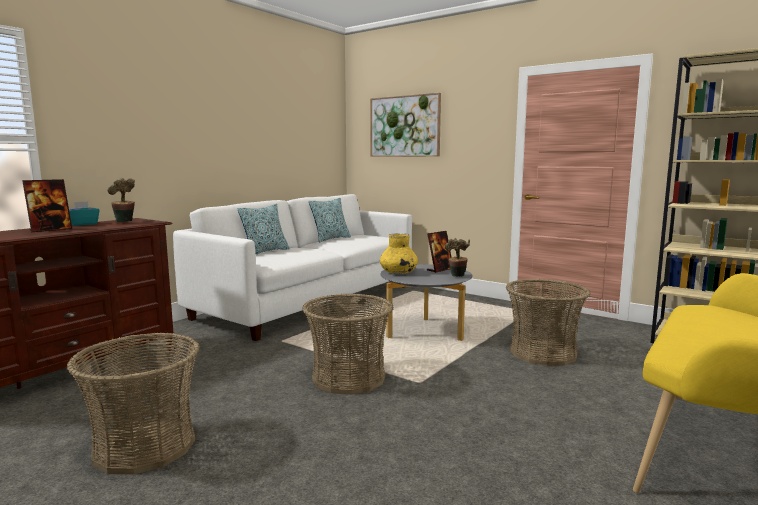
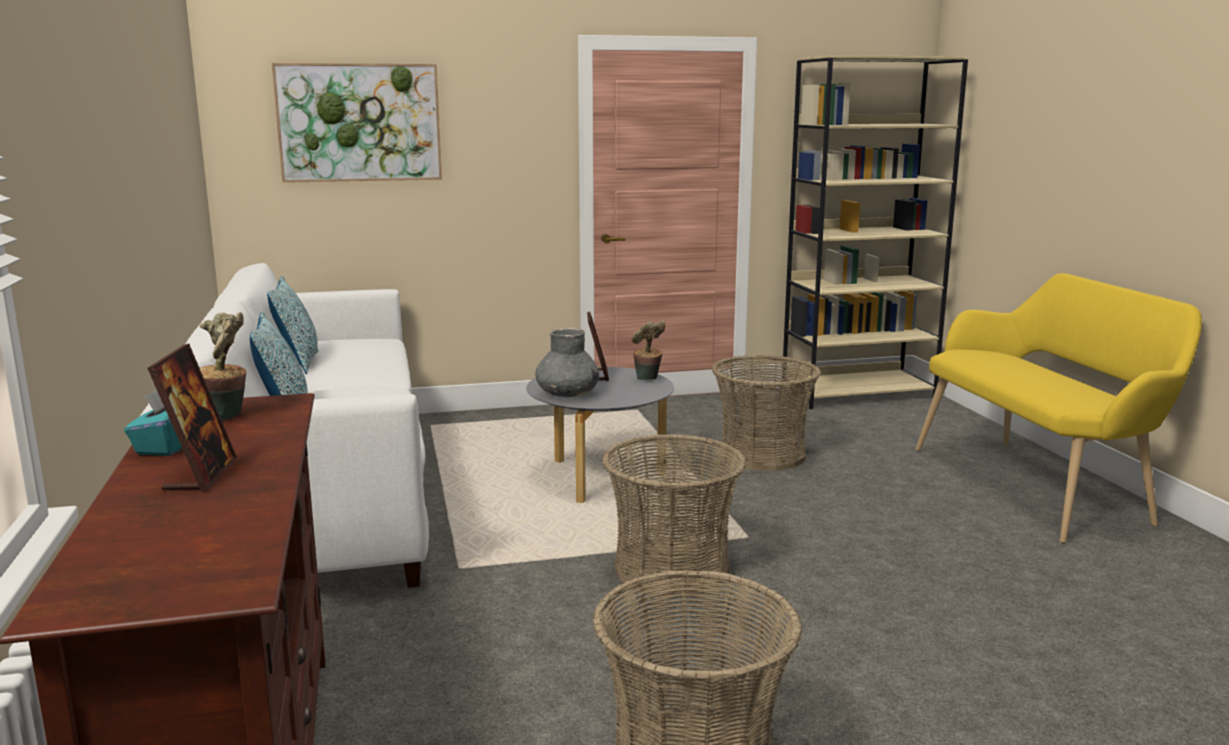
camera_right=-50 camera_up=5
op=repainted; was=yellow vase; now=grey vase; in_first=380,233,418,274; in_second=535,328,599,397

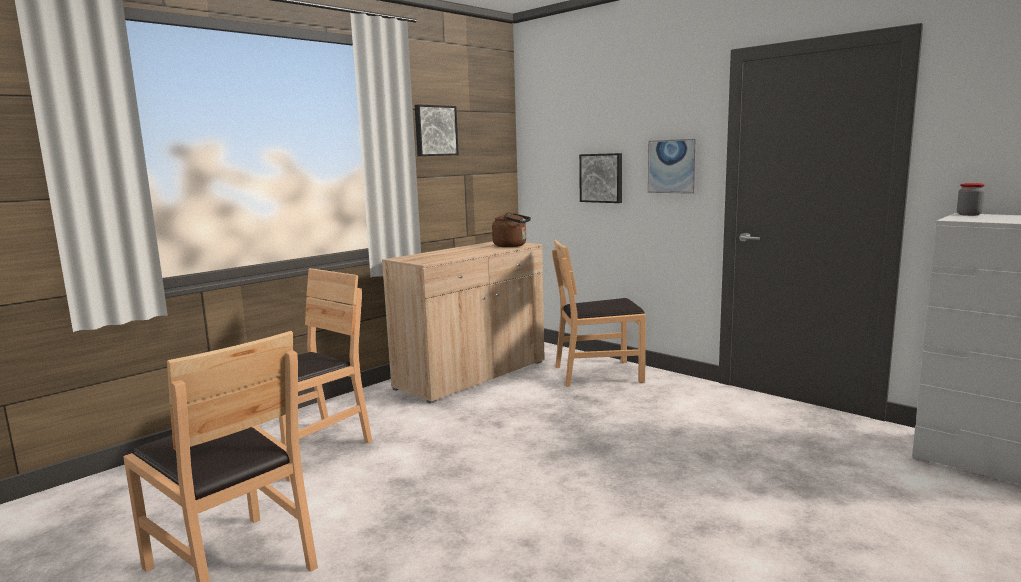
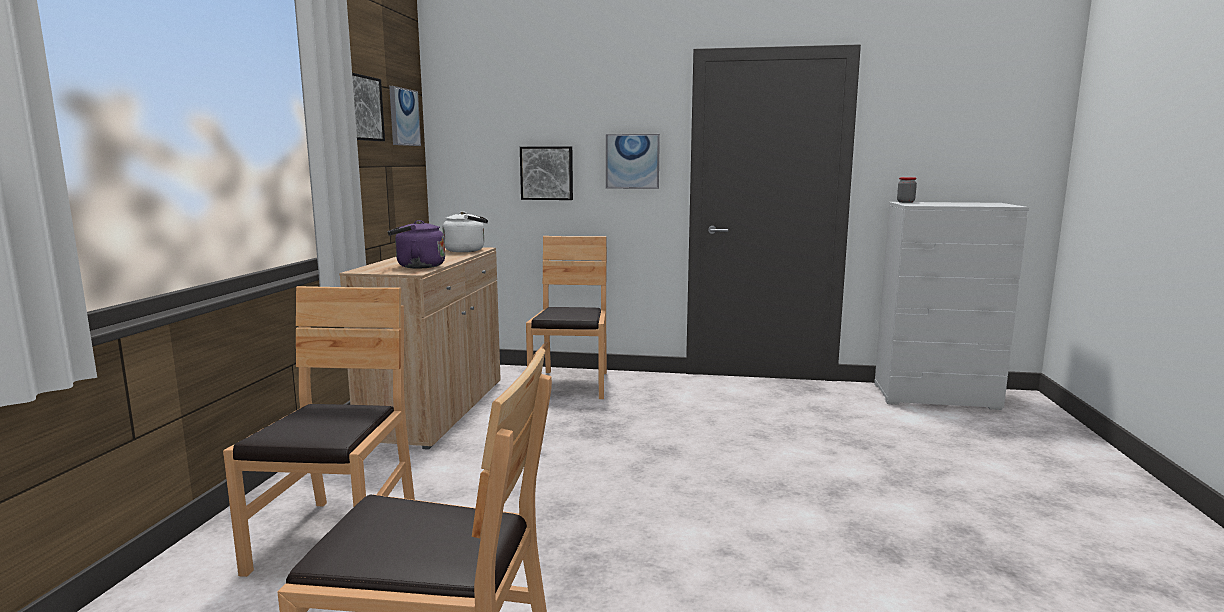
camera_right=-35 camera_up=0
op=new; now=purple kettle; in_second=388,220,445,269
op=new; now=picture; in_second=389,86,421,146
op=repainted; was=brown kettle; now=white kettle; in_first=492,213,531,247; in_second=443,211,488,252
op=rotated; was=brown chair; in_first=552,239,646,387; in_second=526,236,607,399; clockwise=135

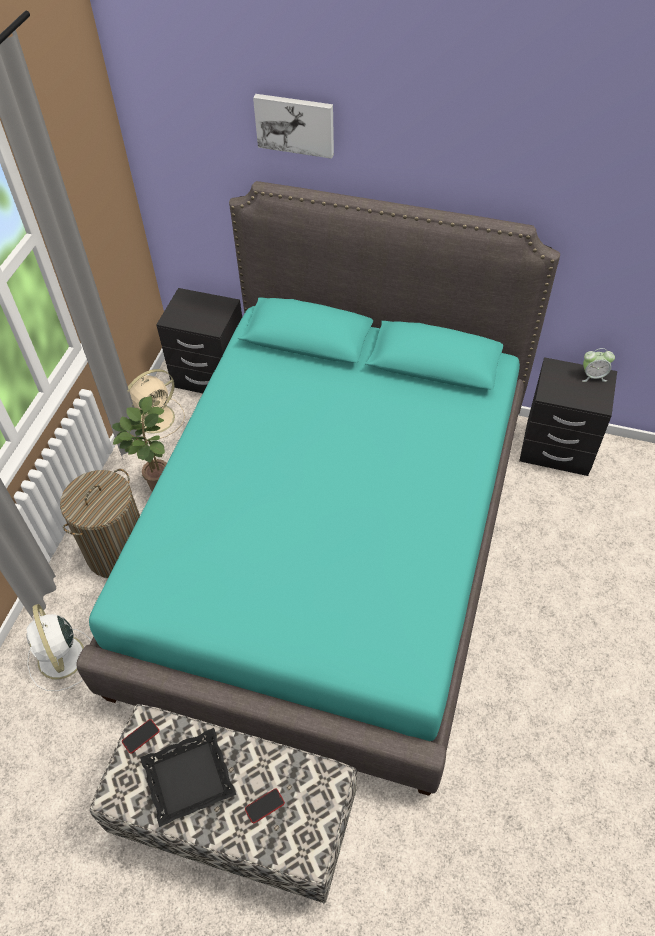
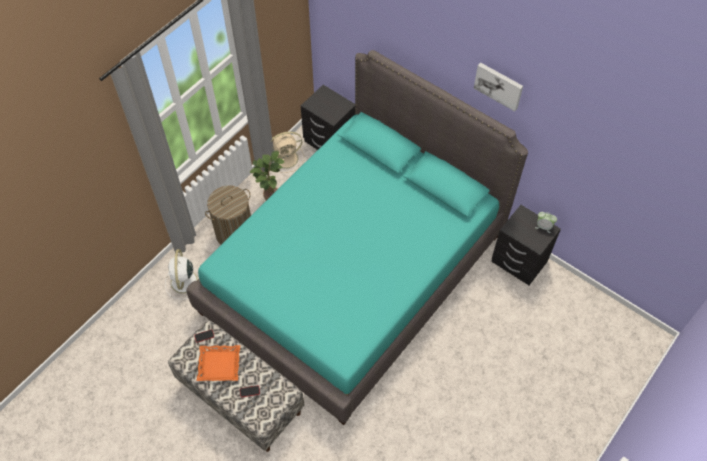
camera_right=20 camera_up=5
op=repainted; was=black tray; now=orange tray; in_first=140,728,236,827; in_second=197,345,240,381
op=shifted; was=picture; in_first=253,94,334,159; in_second=474,62,523,111

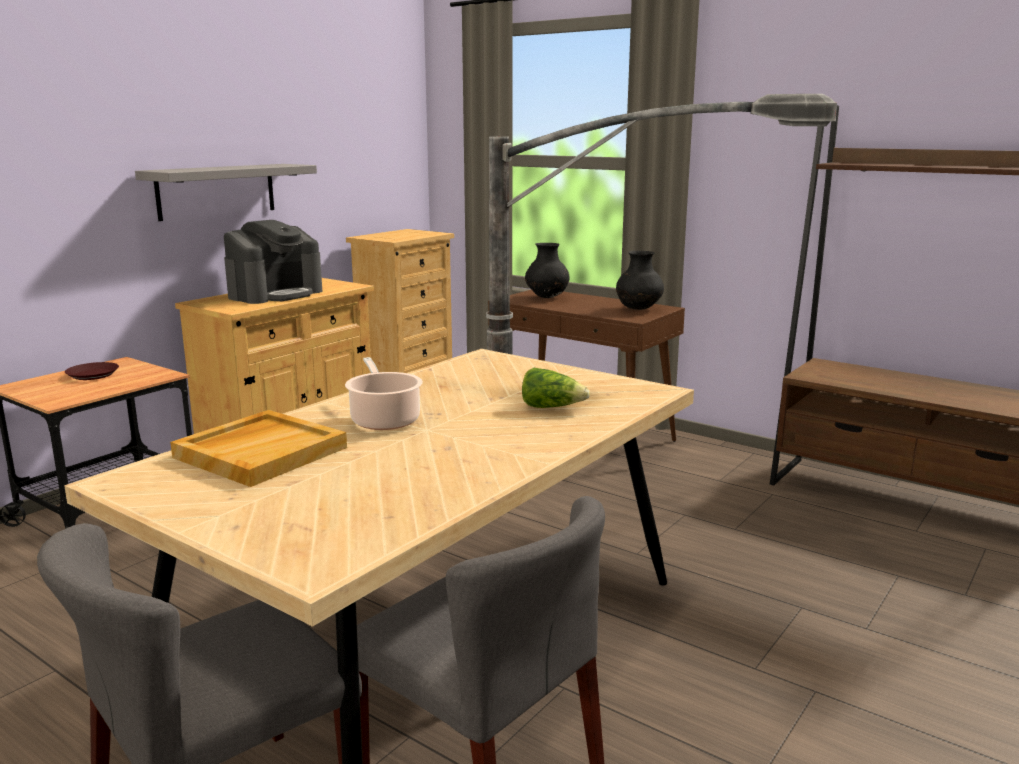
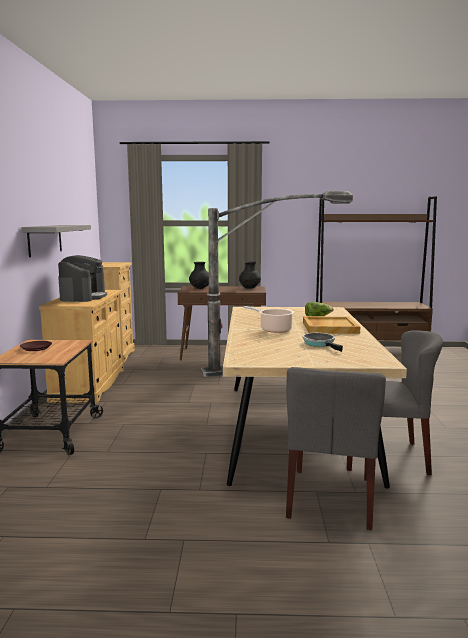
camera_right=-35 camera_up=-5
op=shifted; was=beige tray; in_first=170,410,347,487; in_second=303,316,360,334
op=new; now=frying pan; in_second=303,333,343,352

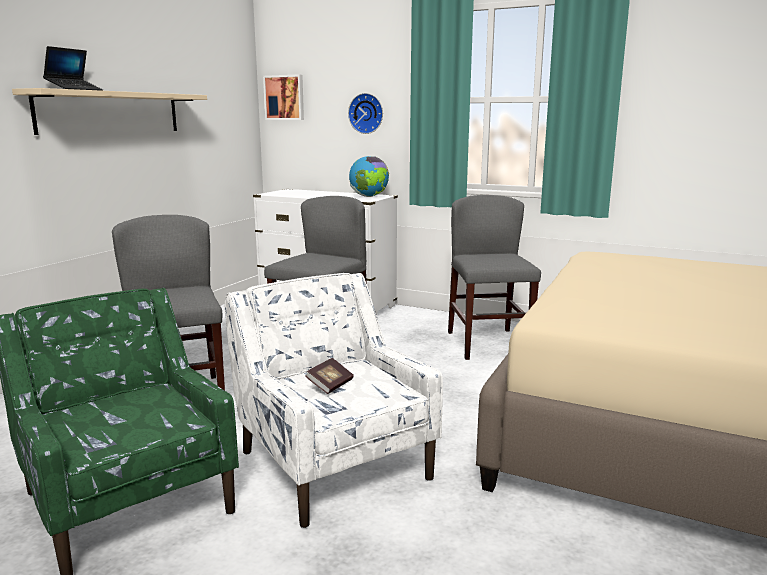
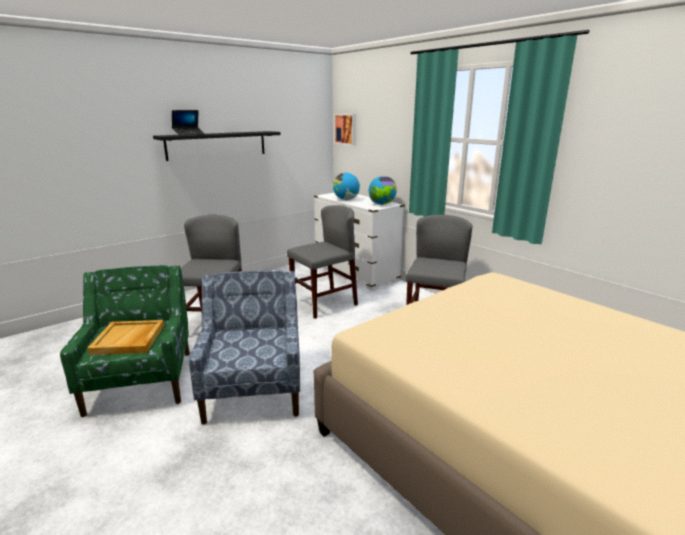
camera_right=25 camera_up=5
op=new; now=beige tray; in_second=87,320,164,355
op=repainted; was=beige shelf; now=black shelf; in_first=12,88,207,135; in_second=153,131,281,161
op=repainted; was=white armchair; now=blue armchair; in_first=225,273,443,528; in_second=189,270,300,425
op=new; now=globe; in_second=333,172,360,200
op=gone; was=book; in_first=305,358,354,394
op=gone; was=wall clock; in_first=348,93,383,134

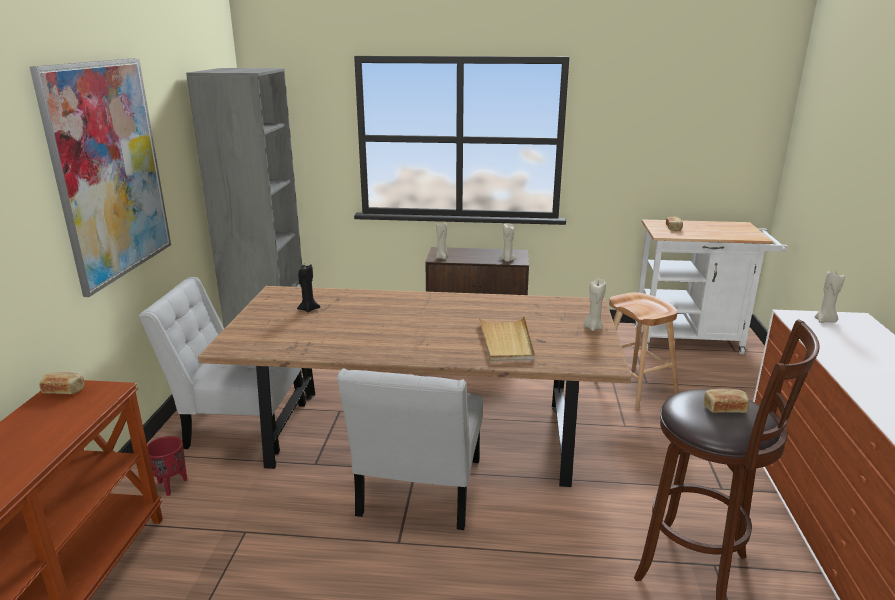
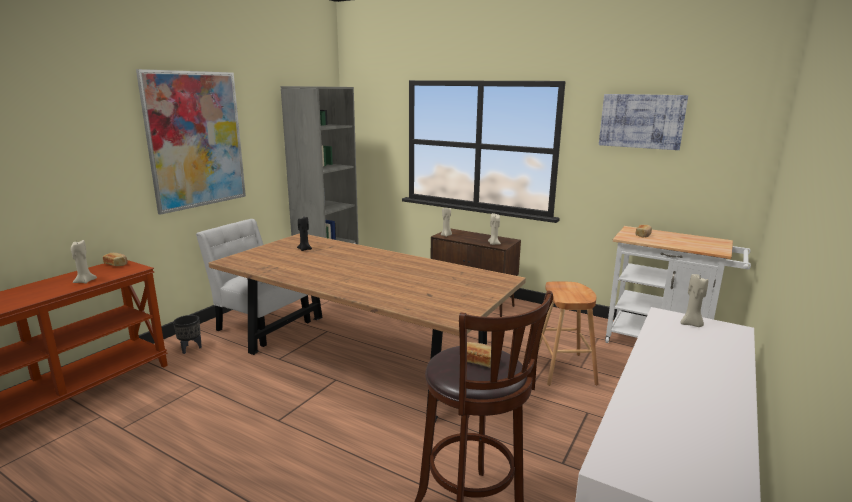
camera_right=25 camera_up=-5
op=shifted; was=beige candle; in_first=583,279,606,331; in_second=71,240,97,284
op=repainted; was=red planter; now=black planter; in_first=147,436,187,496; in_second=173,315,202,354
op=new; now=picture; in_second=599,94,688,150
op=gone; was=white chair; in_first=337,369,483,530
op=gone; was=beige tray; in_first=478,315,535,361

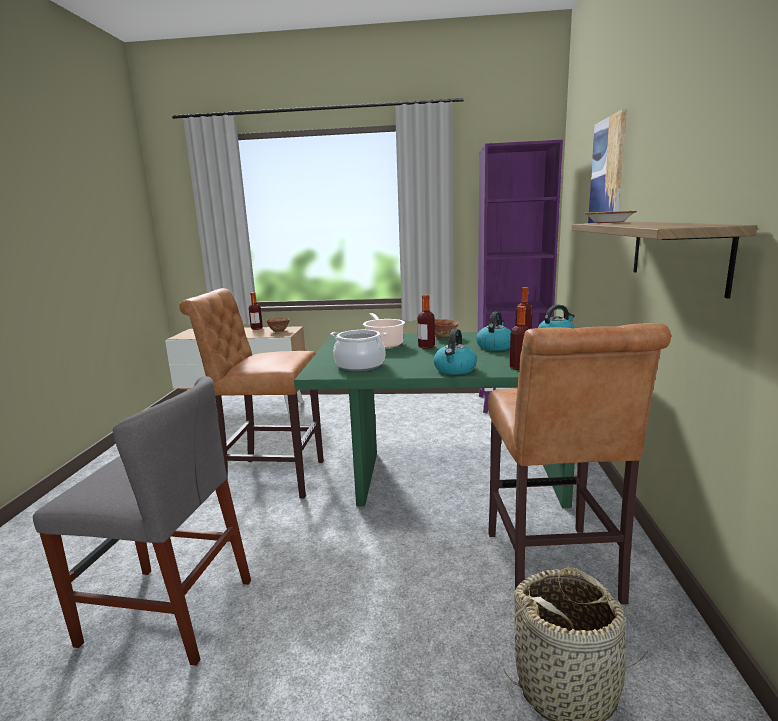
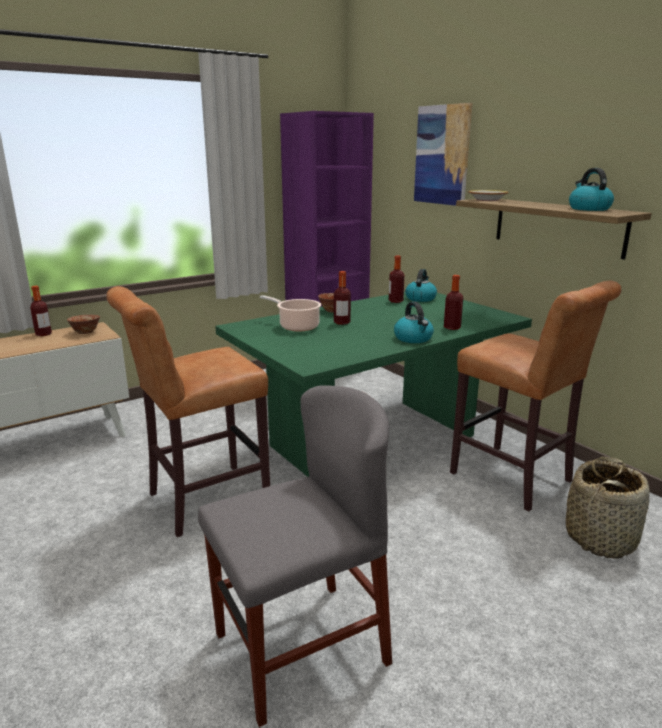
camera_right=-40 camera_up=5
op=shifted; was=kettle; in_first=476,312,511,351; in_second=569,168,614,211
op=gone; was=cooking pot; in_first=331,330,387,371

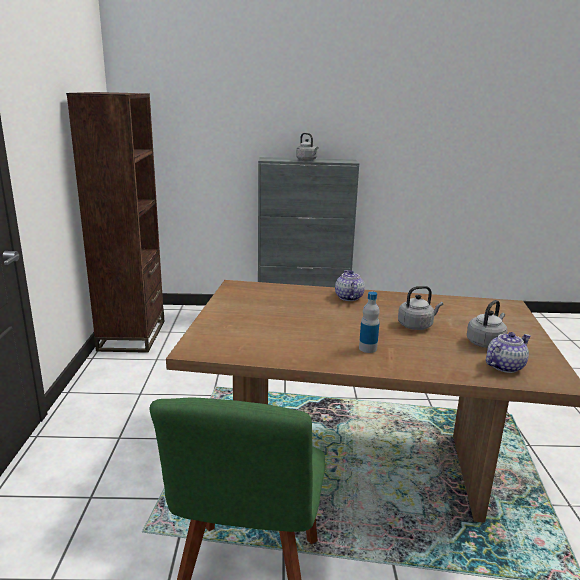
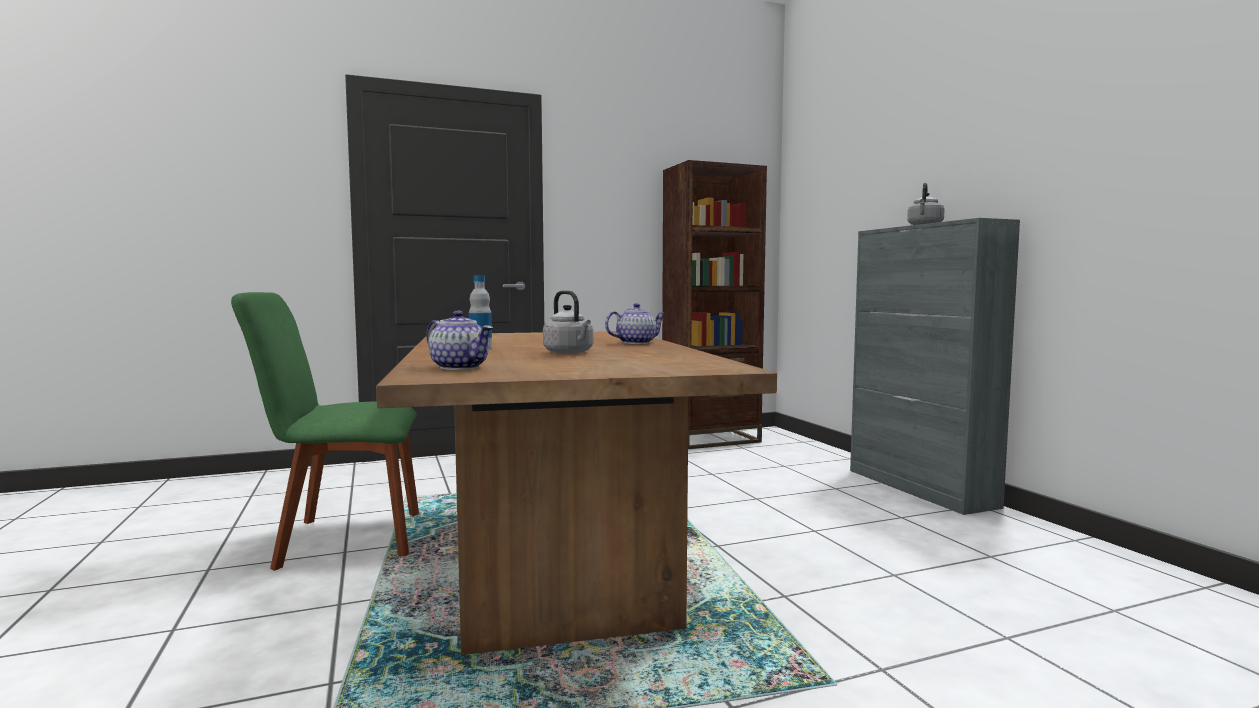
camera_right=70 camera_up=-15
op=gone; was=grey kettle; in_first=467,300,507,348

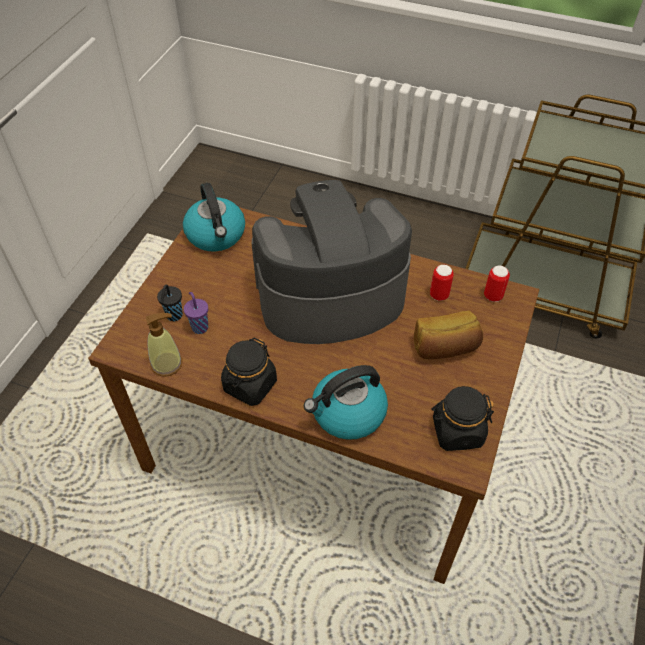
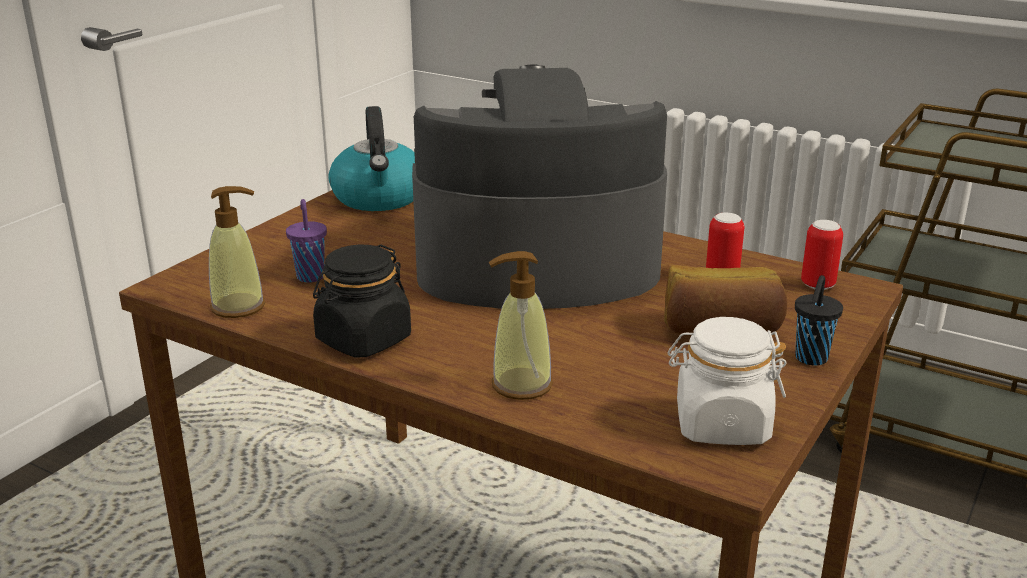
camera_right=10 camera_up=-25
op=swapped; was=kettle; now=soap dispenser; in_first=304,365,388,440; in_second=489,251,553,400
op=repainted; was=black jar; now=white jar; in_first=431,386,494,451; in_second=667,317,787,445
op=shifted; was=black cup; in_first=157,284,183,321; in_second=795,275,843,366

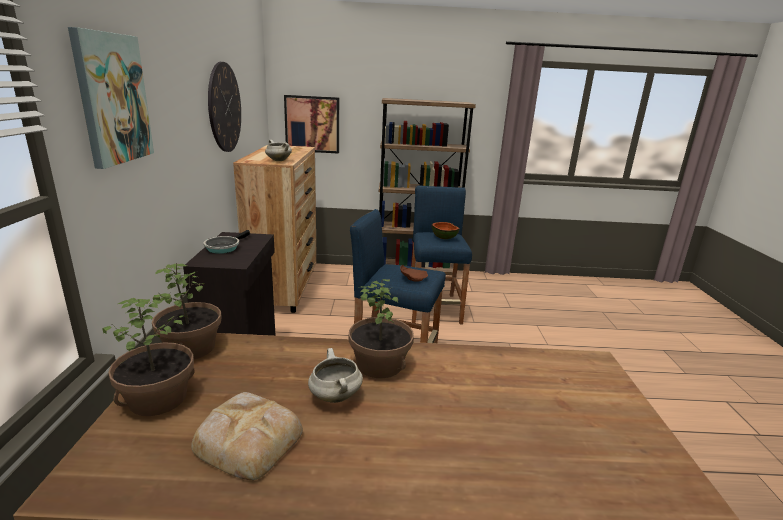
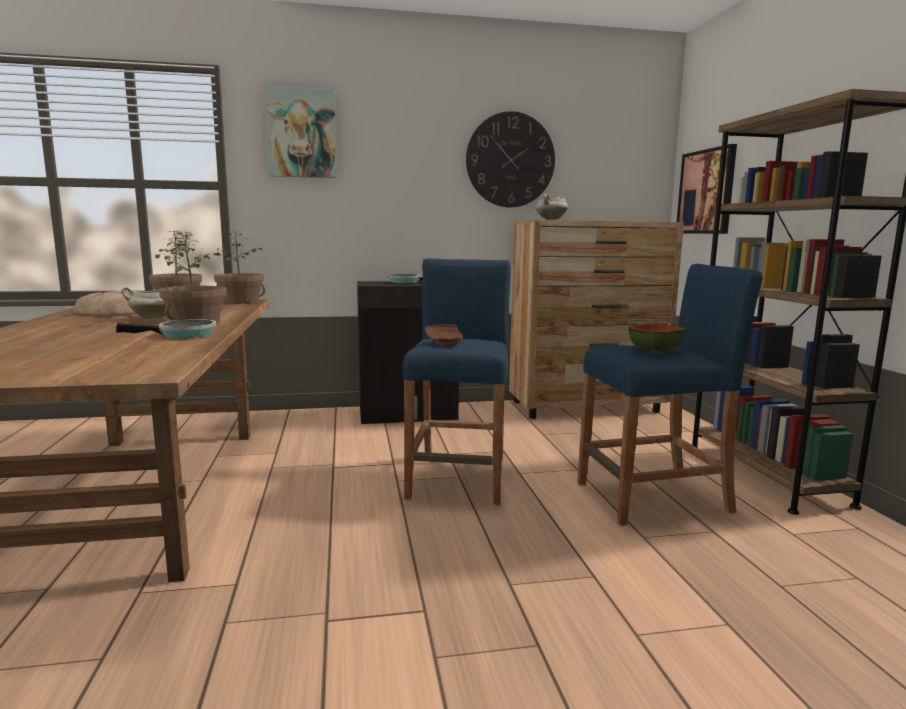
camera_right=80 camera_up=-10
op=new; now=frying pan; in_second=116,319,216,339

